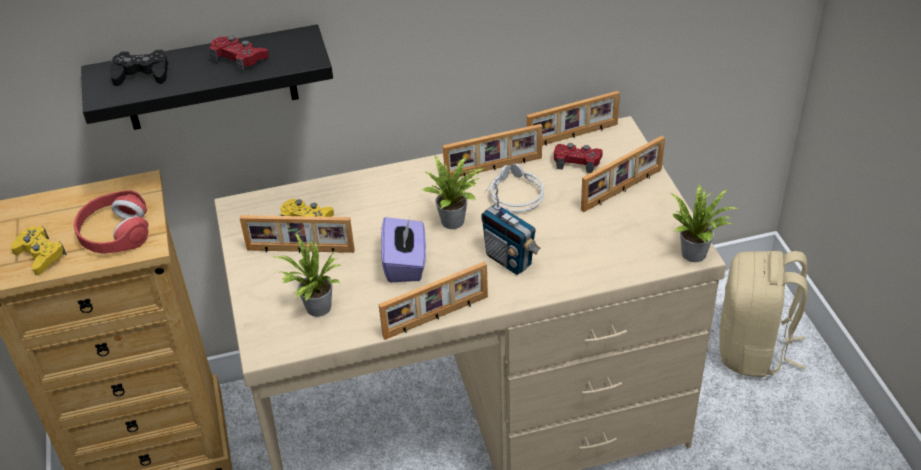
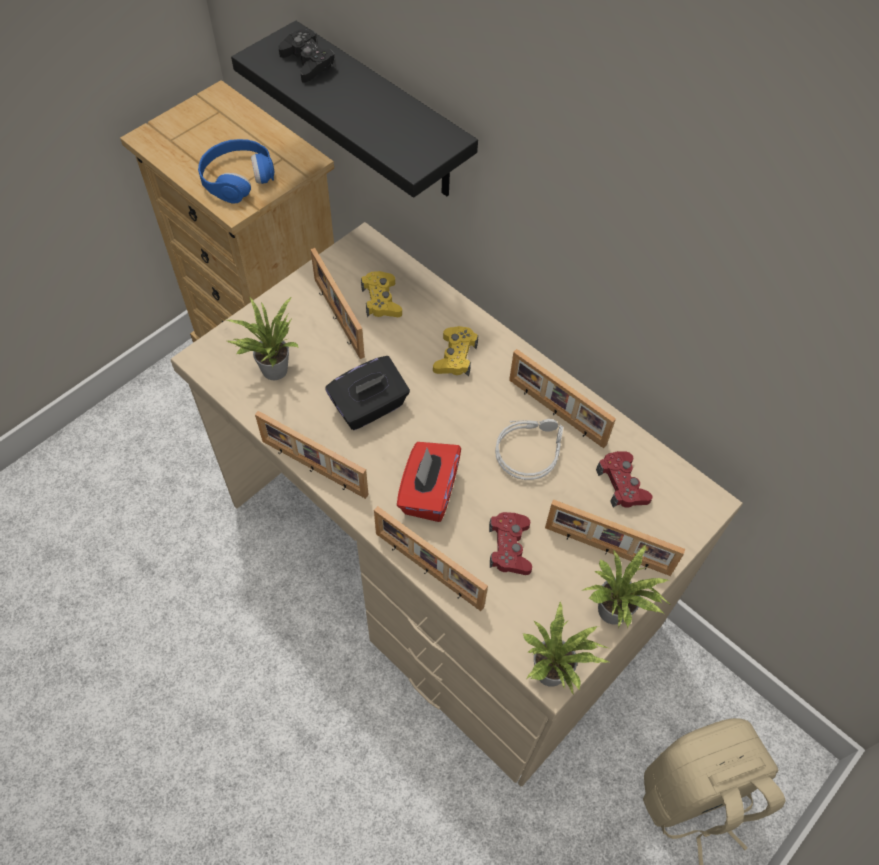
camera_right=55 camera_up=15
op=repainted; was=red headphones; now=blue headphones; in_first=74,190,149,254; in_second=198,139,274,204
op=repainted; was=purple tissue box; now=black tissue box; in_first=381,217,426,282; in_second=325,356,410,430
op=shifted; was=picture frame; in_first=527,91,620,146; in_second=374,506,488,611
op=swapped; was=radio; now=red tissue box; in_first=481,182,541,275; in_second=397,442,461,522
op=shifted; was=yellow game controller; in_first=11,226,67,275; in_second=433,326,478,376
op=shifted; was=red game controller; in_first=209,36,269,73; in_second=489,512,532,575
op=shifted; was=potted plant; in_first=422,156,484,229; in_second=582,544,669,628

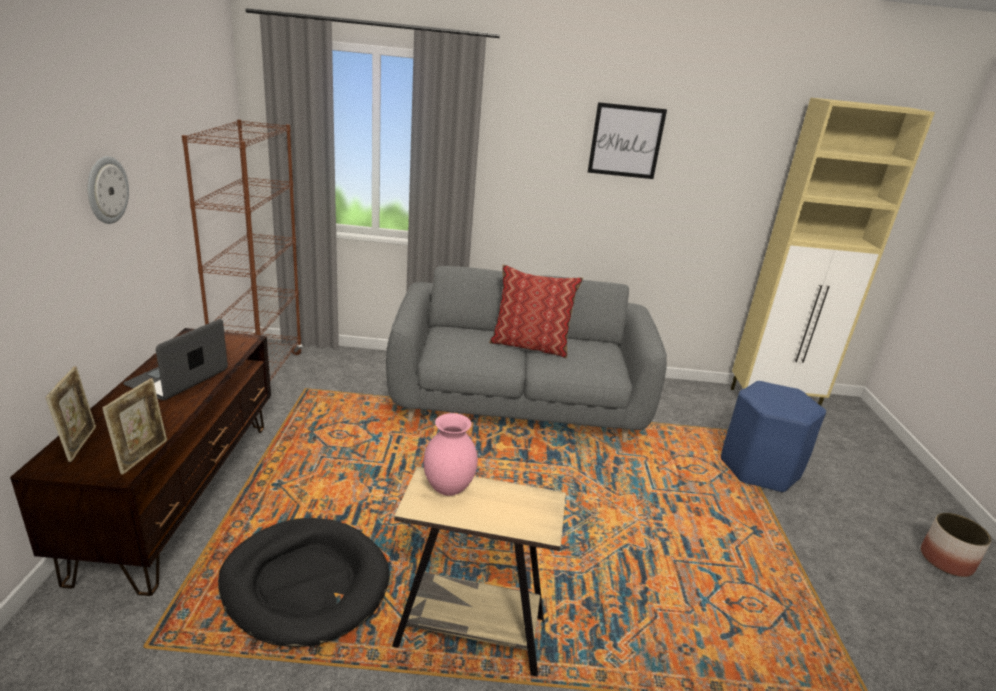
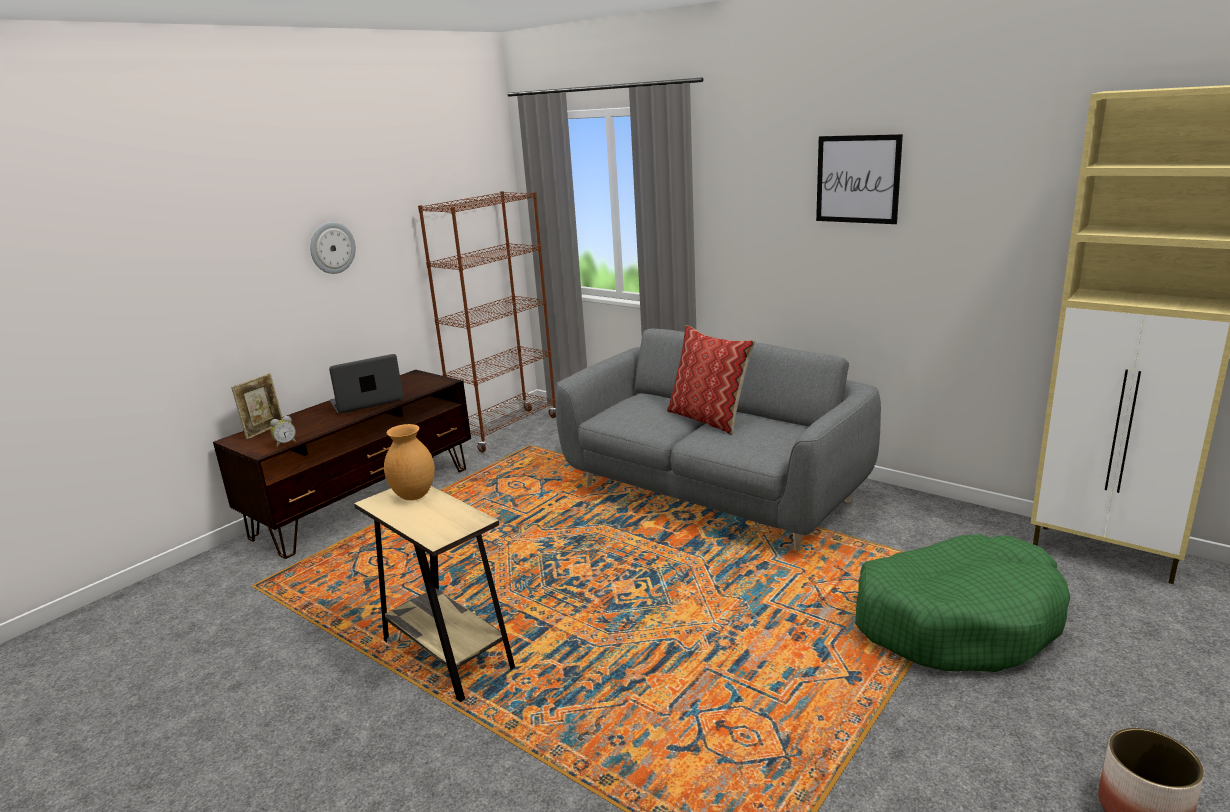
camera_right=40 camera_up=-5
op=swapped; was=picture frame; now=alarm clock; in_first=102,378,167,475; in_second=270,416,296,447
op=repainted; was=pink vase; now=brown vase; in_first=423,413,478,496; in_second=384,424,435,500
op=swapped; was=blue stool; now=green dog bed; in_first=721,381,826,493; in_second=855,534,1070,672
op=gone; was=black dog bed; in_first=218,518,390,647

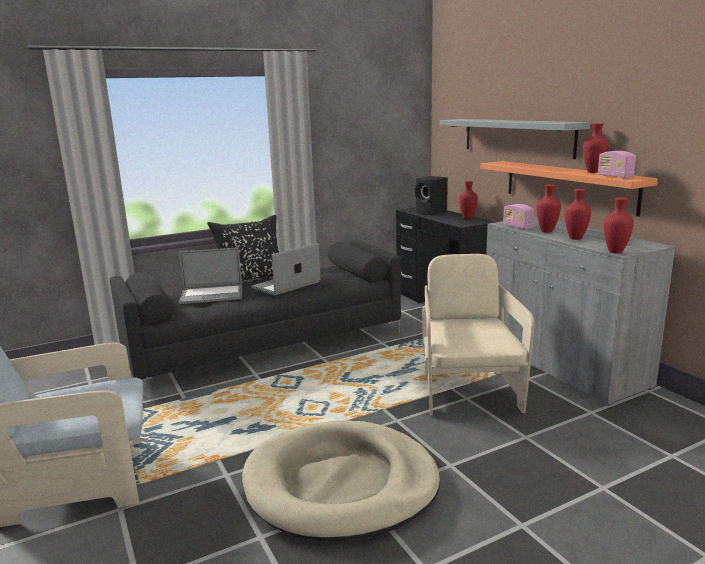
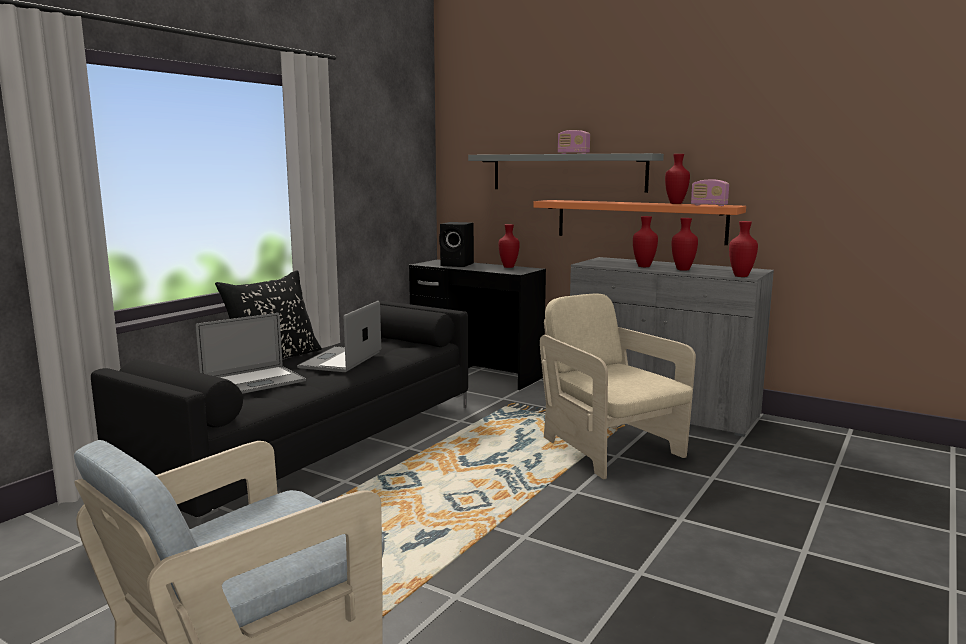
camera_right=-30 camera_up=-5
op=shifted; was=radio; in_first=503,204,534,230; in_second=558,130,590,154
op=gone; was=beige dog bed; in_first=242,420,440,541

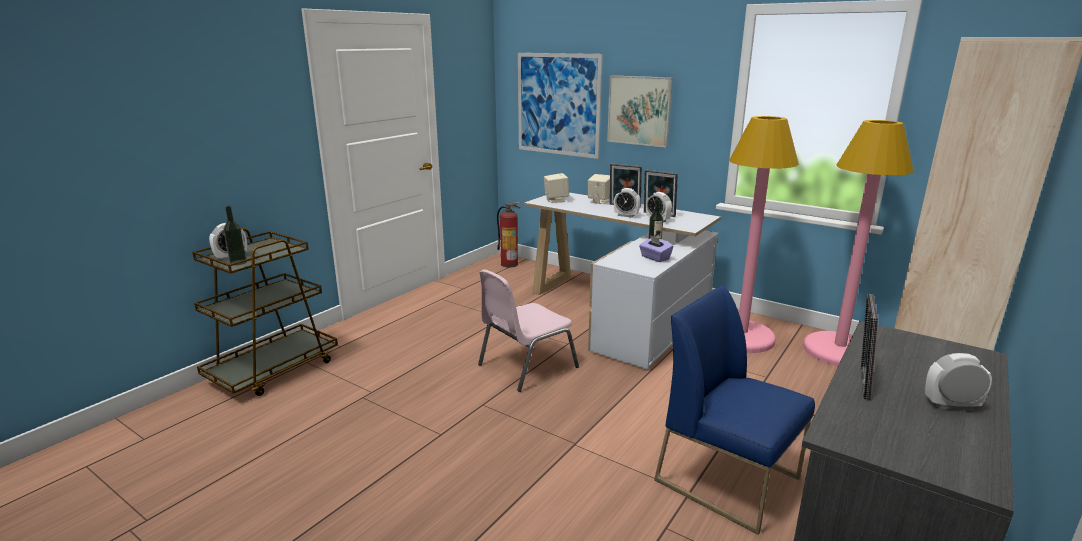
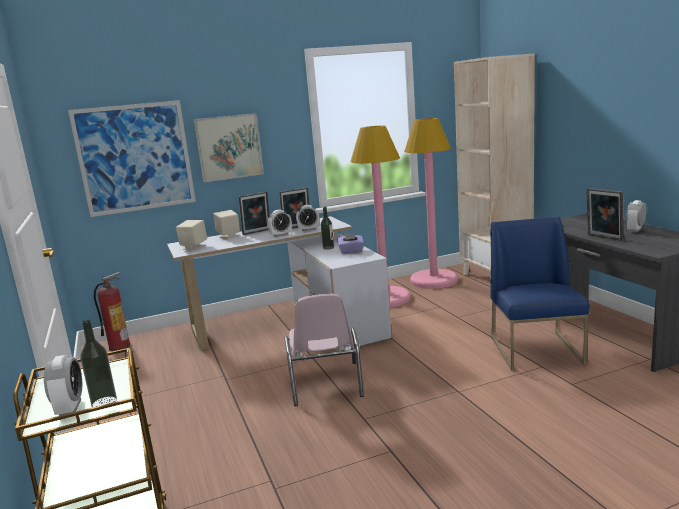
camera_right=-55 camera_up=-5
op=rotated; was=blue chair; in_first=654,285,815,535; in_second=490,217,590,371; clockwise=105

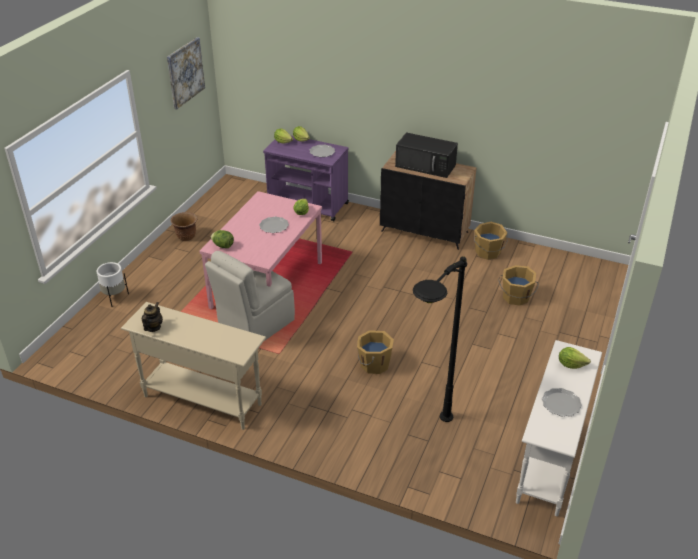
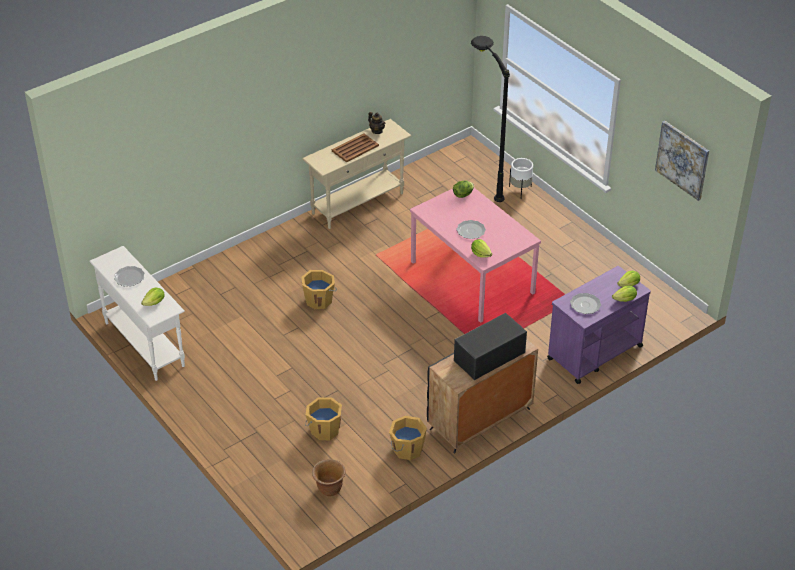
camera_right=120 camera_up=5
op=shifted; was=brown planter; in_first=170,212,197,241; in_second=312,459,345,496
op=new; now=brown tray; in_second=332,134,379,163
op=shifted; was=black floor lamp; in_first=413,256,467,422; in_second=471,36,510,202
op=gone; was=beige chair; in_first=205,251,295,341

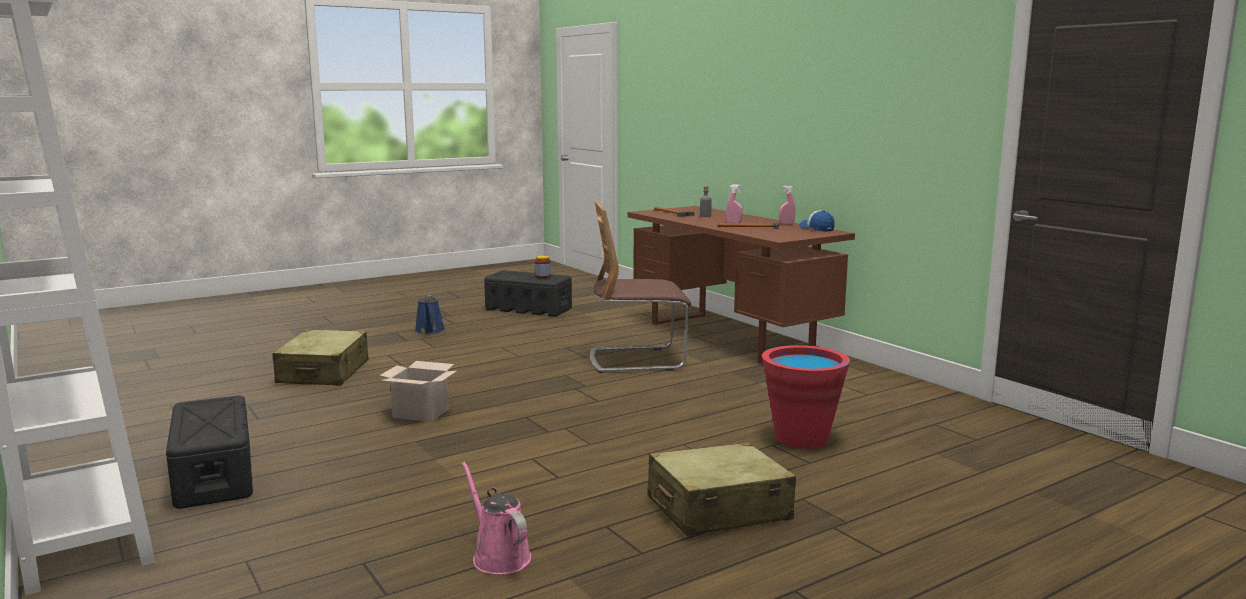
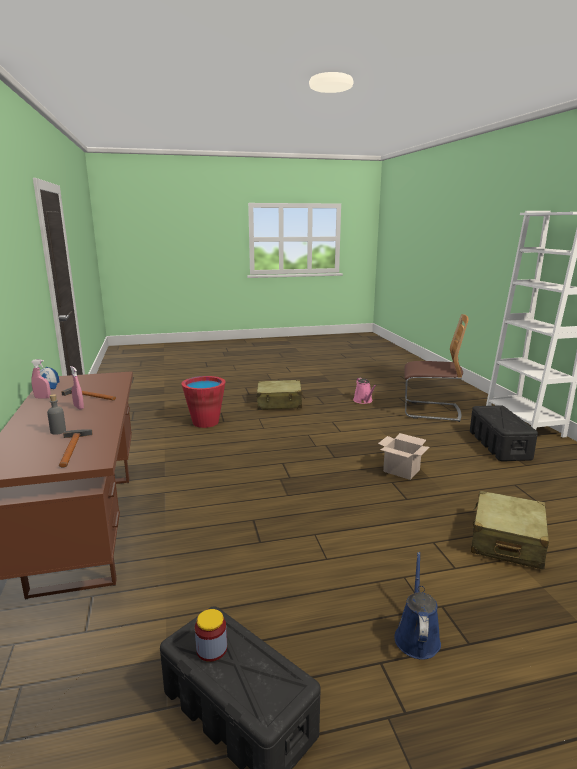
camera_right=-160 camera_up=5
op=shifted; was=chair; in_first=590,201,691,373; in_second=404,314,468,422

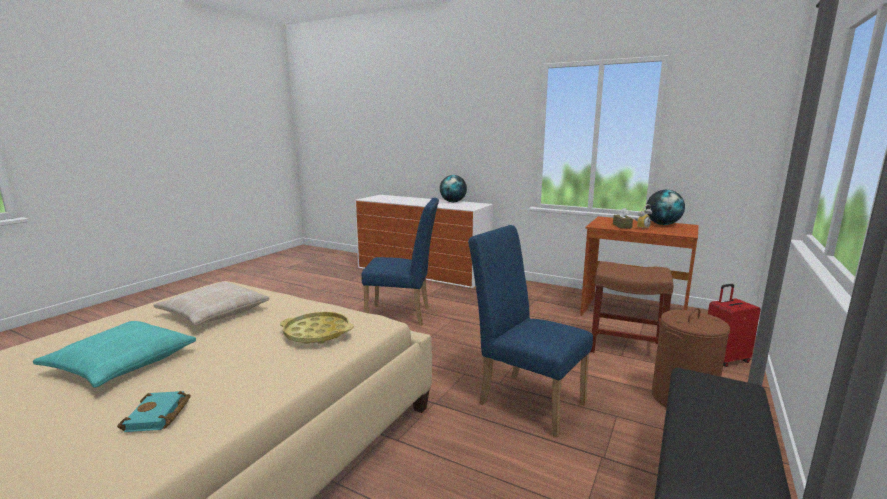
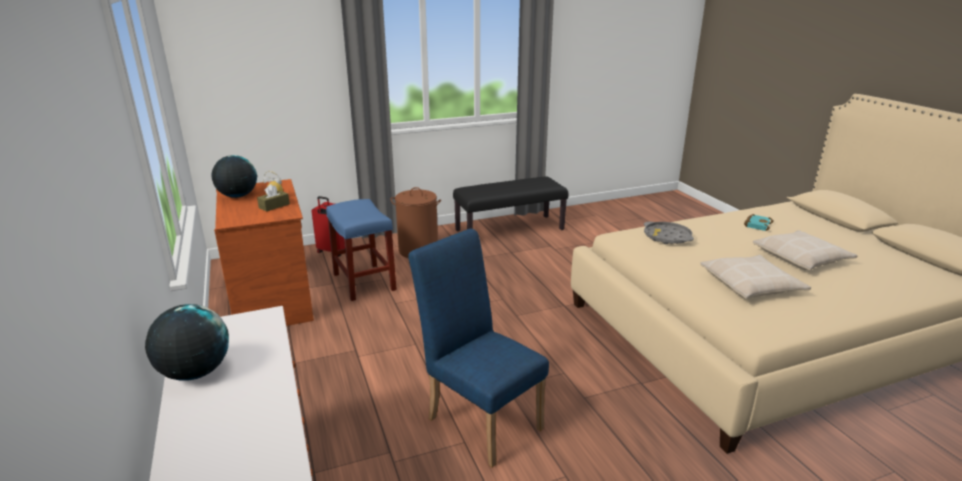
camera_right=-140 camera_up=10
op=repainted; was=brown stool; now=blue stool; in_first=590,261,673,353; in_second=326,199,397,301
op=repainted; was=yellow tray; now=grey tray; in_first=280,312,354,344; in_second=644,221,694,244
op=repainted; was=turquoise pillow; now=beige pillow; in_first=33,321,196,388; in_second=753,230,858,270
op=gone; was=blue chair; in_first=468,225,593,438

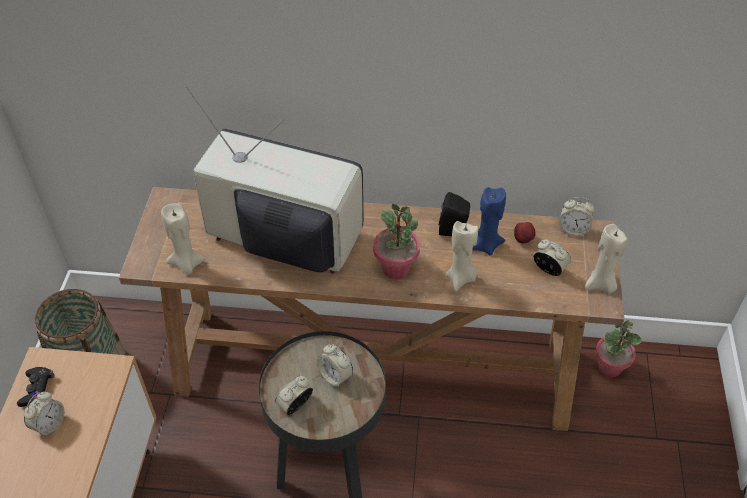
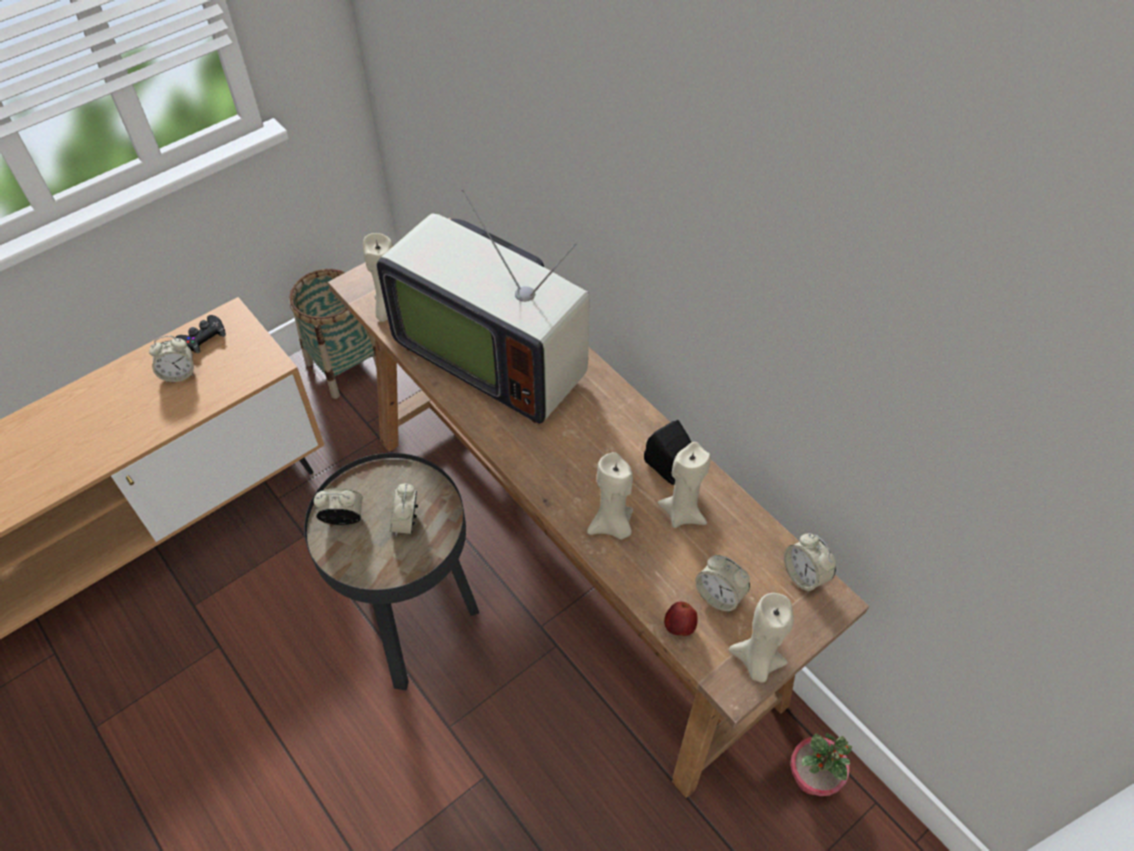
camera_right=45 camera_up=5
op=rotated; was=television; in_first=186,86,364,273; in_second=377,189,590,424; clockwise=150
op=repainted; was=blue candle; now=beige candle; in_first=473,187,506,256; in_second=657,442,711,528
op=shifted; was=apple; in_first=514,222,536,244; in_second=664,602,698,636
op=rotated; was=alarm clock; in_first=534,240,571,276; in_second=695,555,750,612; clockwise=135
op=gone; was=potted plant; in_first=373,204,420,279

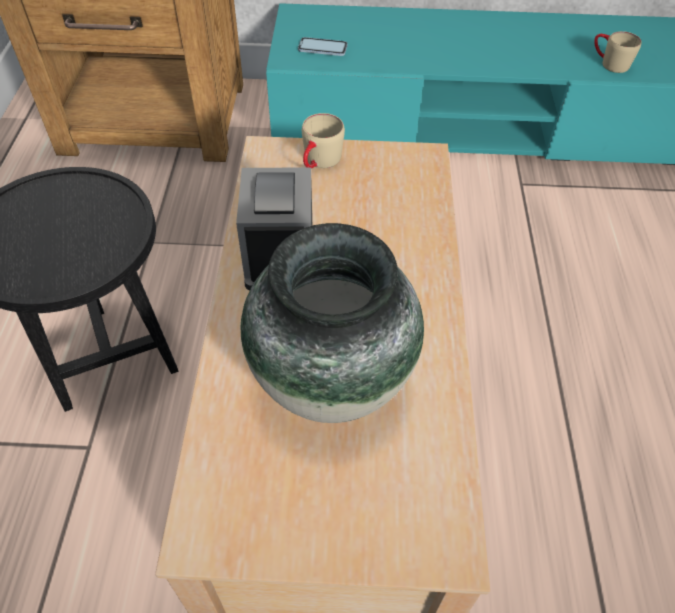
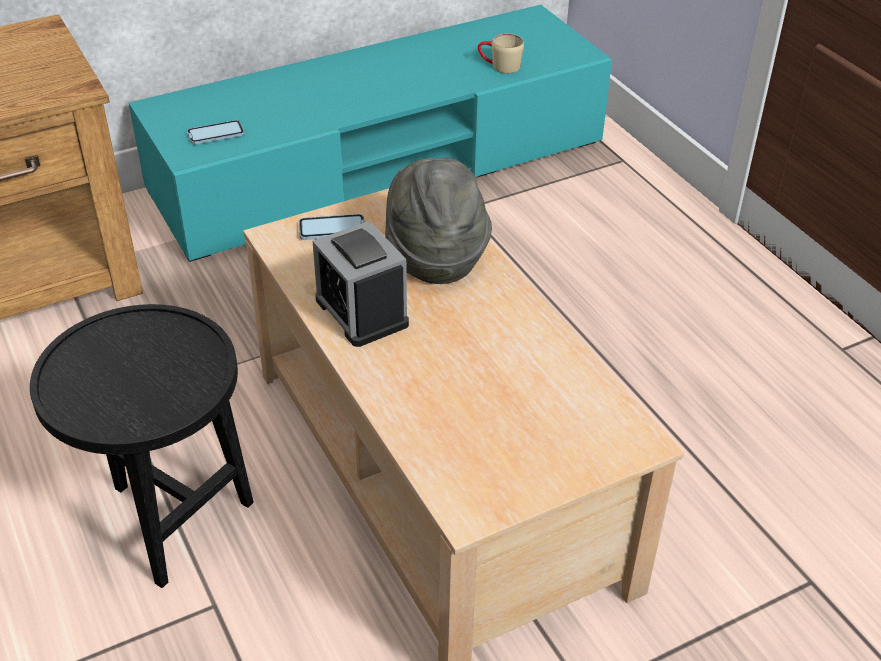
camera_right=-30 camera_up=-10
op=swapped; was=beige mug; now=phone; in_first=302,113,345,169; in_second=298,214,365,240
op=new; now=grey hat; in_second=385,157,492,284
op=gone; was=vase; in_first=241,223,424,423

